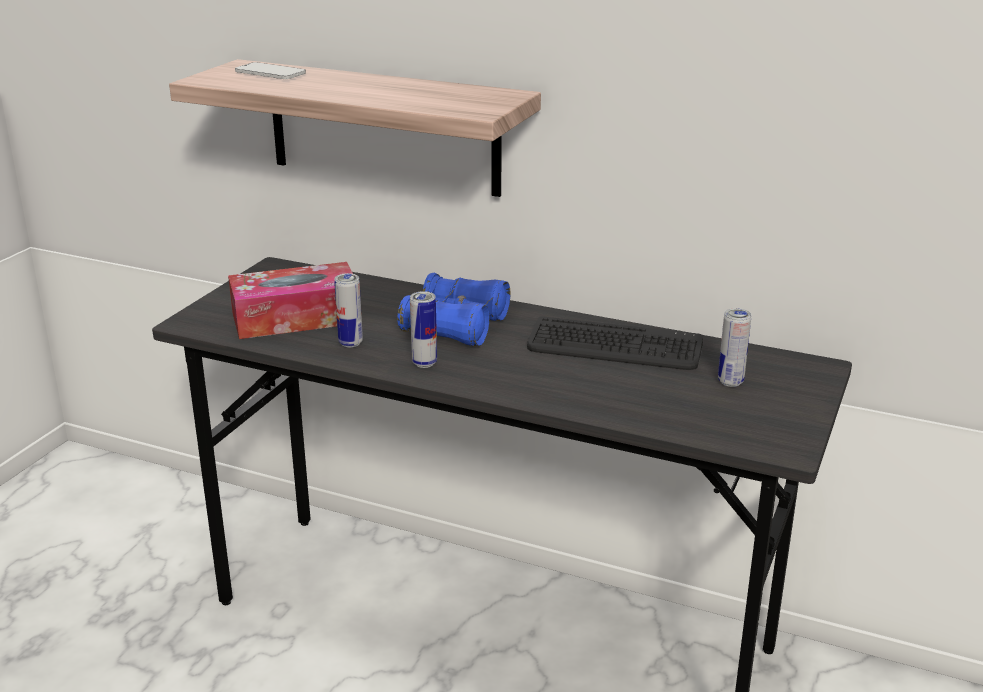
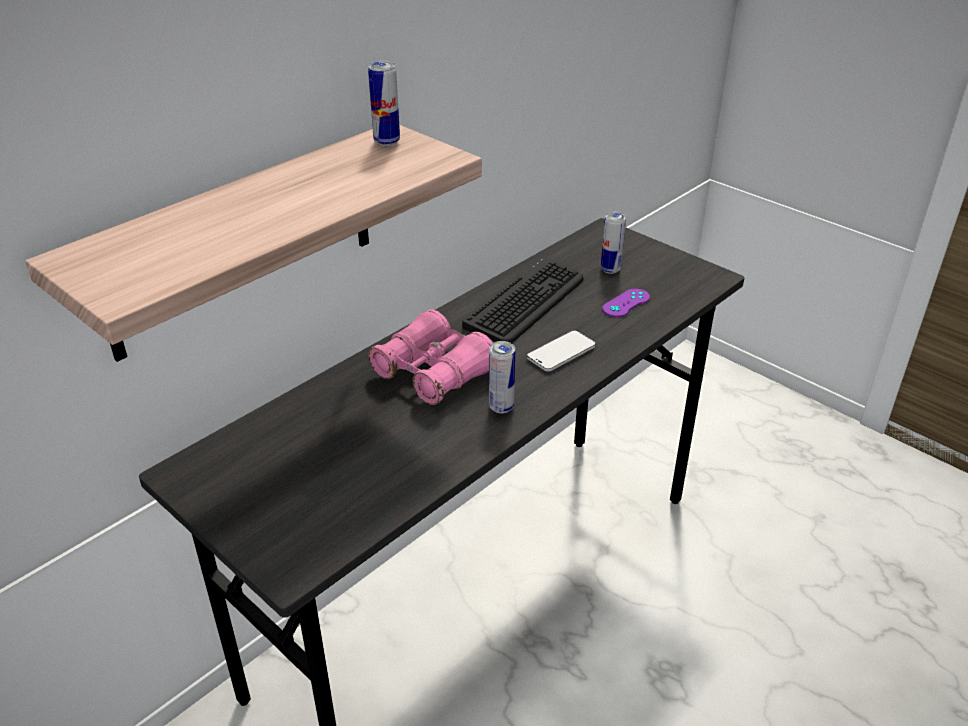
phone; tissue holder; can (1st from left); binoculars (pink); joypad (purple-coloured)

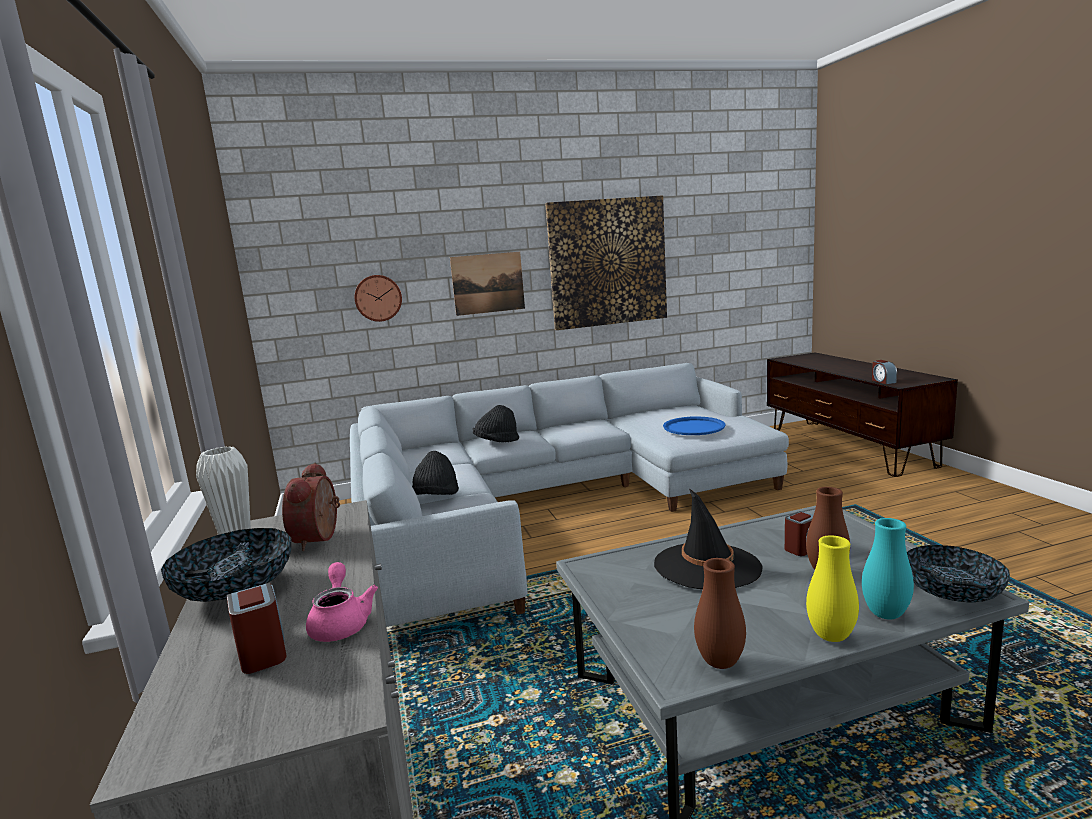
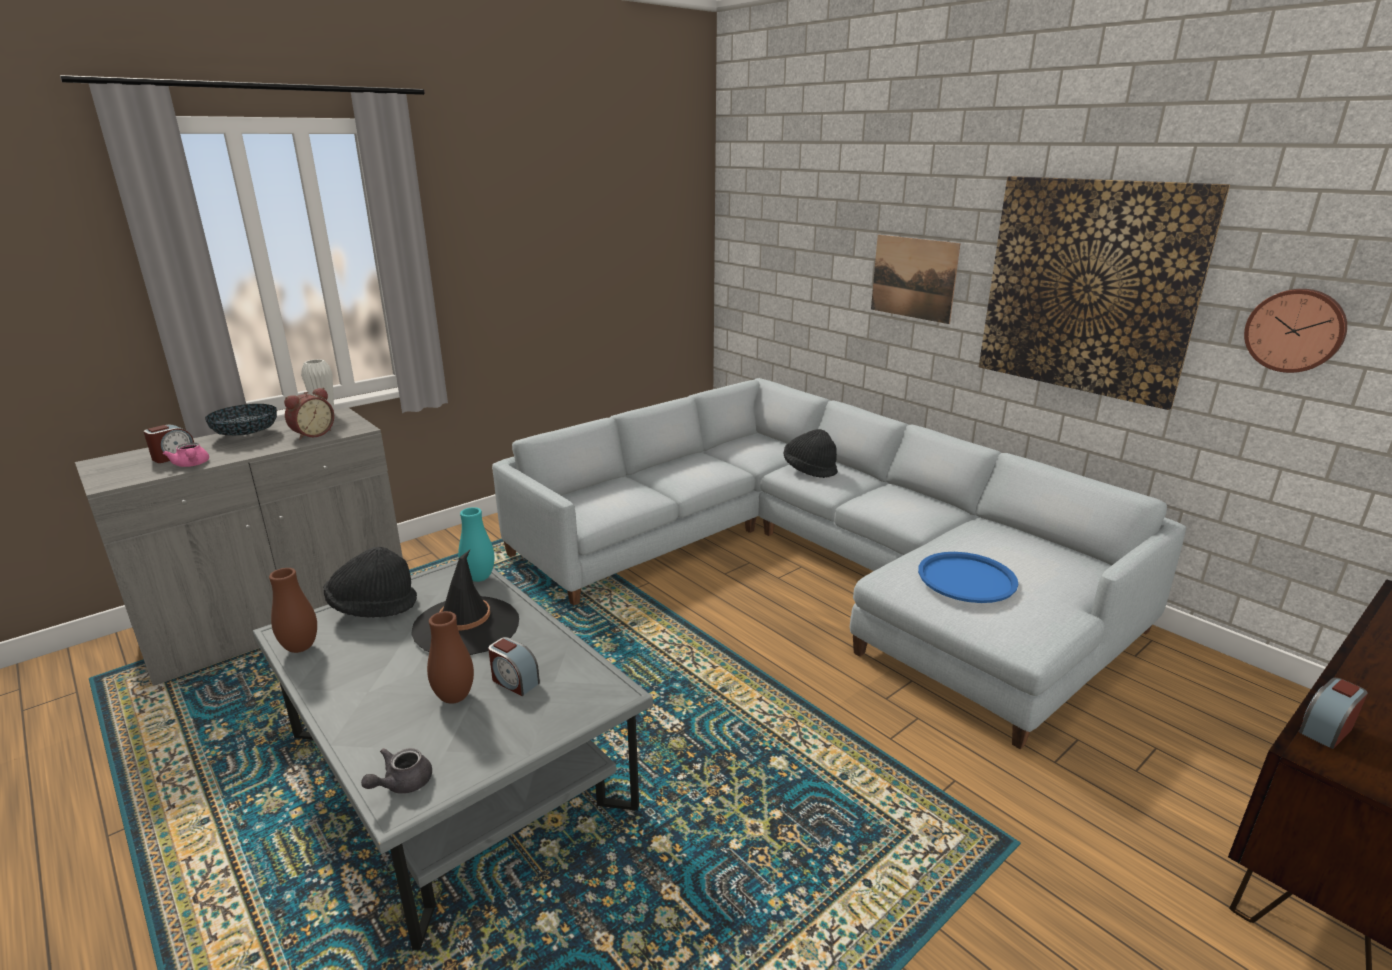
wall clock; clothing hat (blackish) (1st from left); bedside clock (2nd from left); flower vase (turquoise-coloured); flower vase (yellow-coloured); pot for tea (gray); pot for tea (pink)

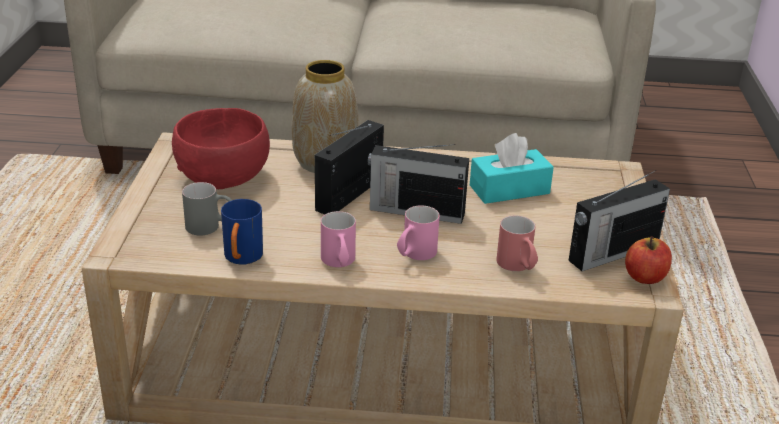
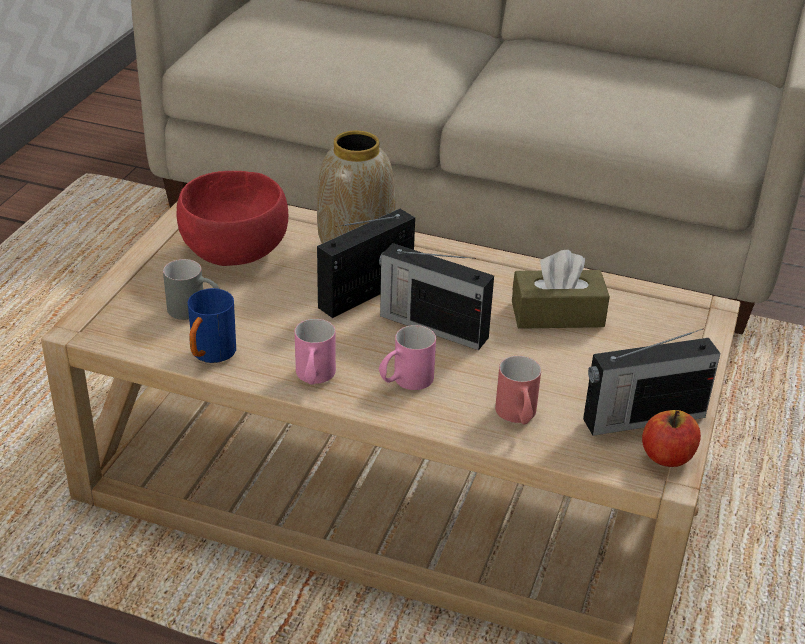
tissue holder (brownish)

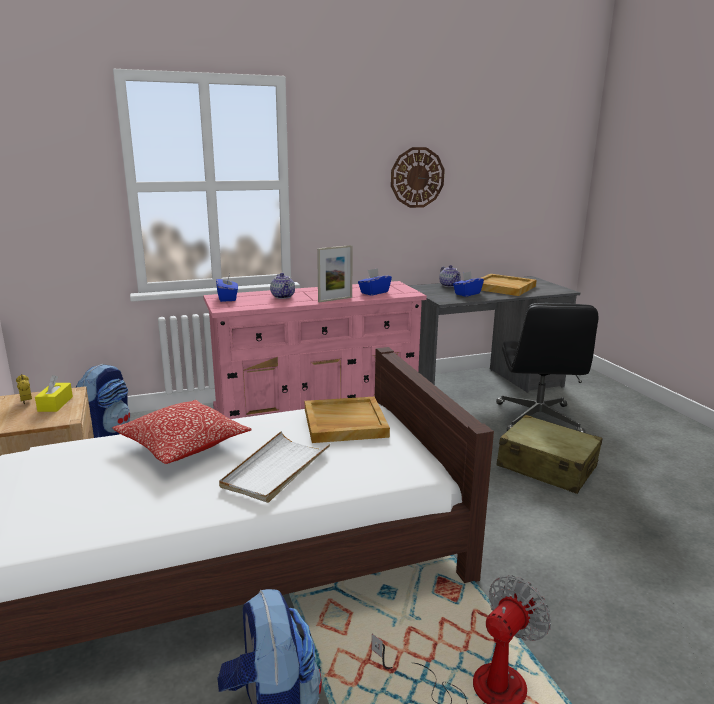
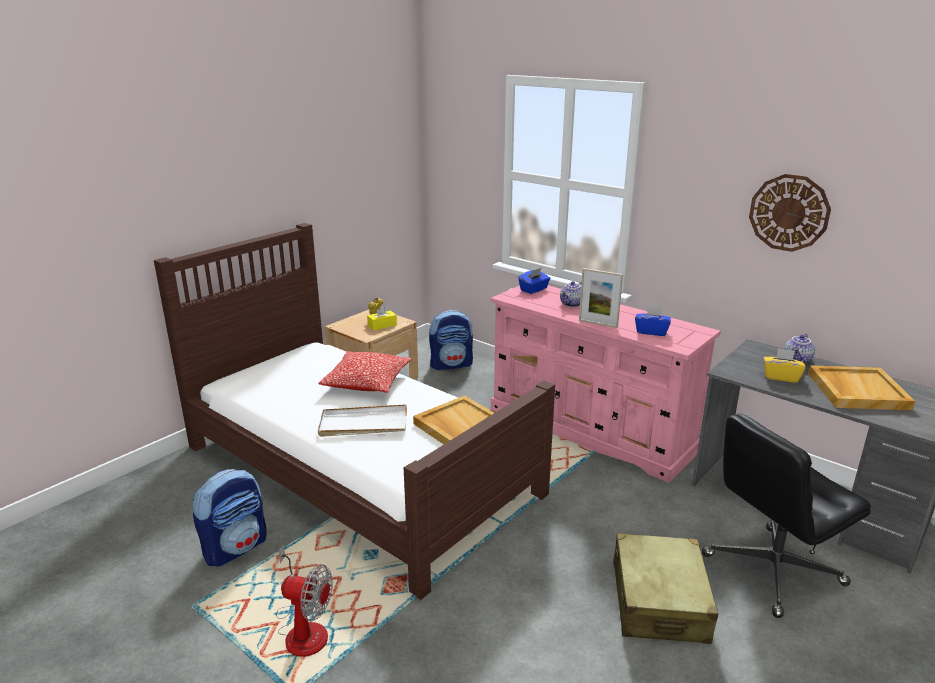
tissue holder (yellow-coloured) (2nd from left)

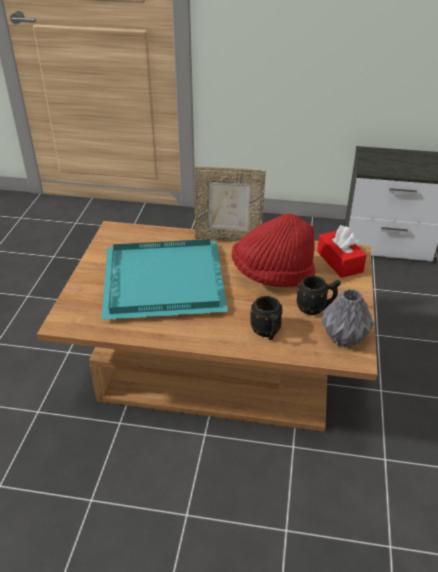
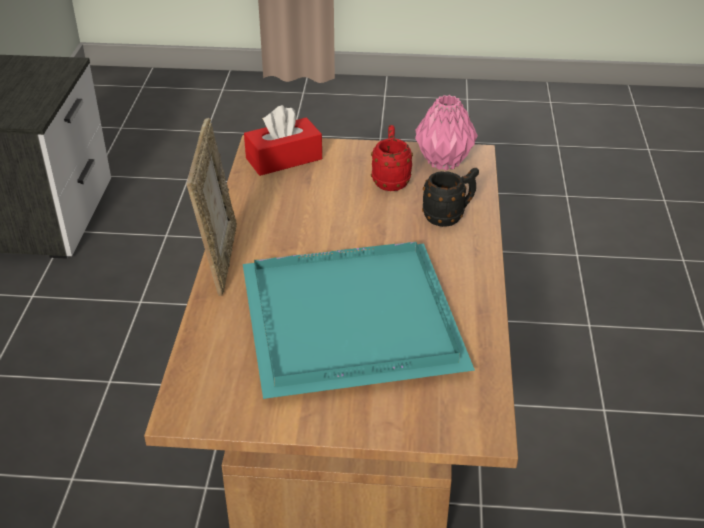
clothing hat (reddish); tea mug (reddish); flower vase (pink)

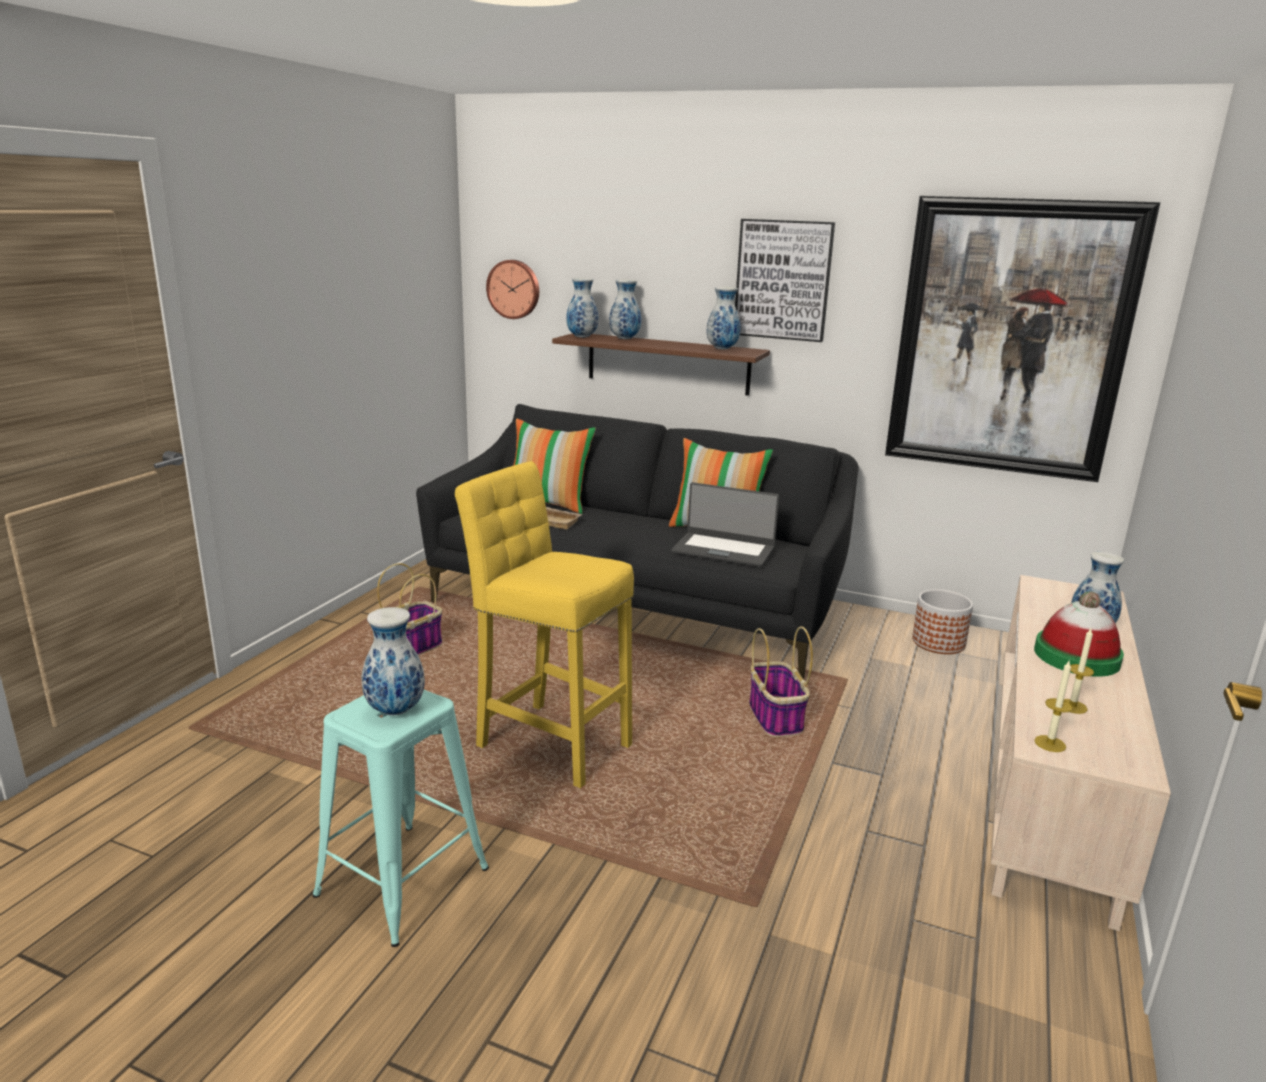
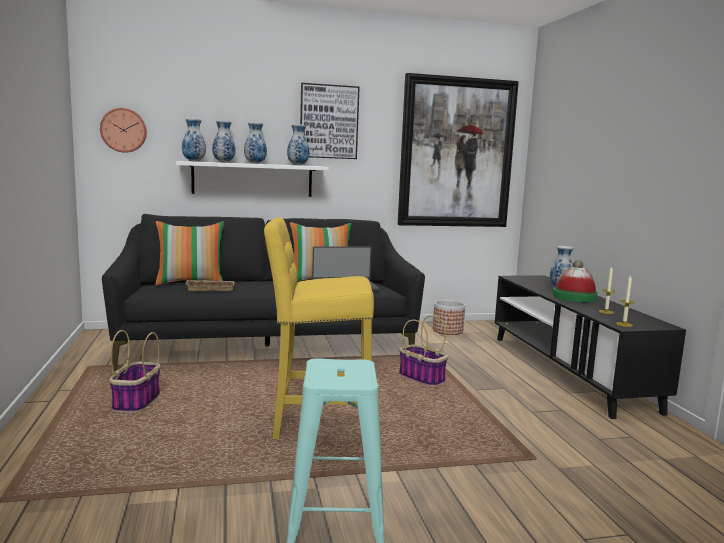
wall shelf (white); tv stand (blackish); flower vase (3rd from left)

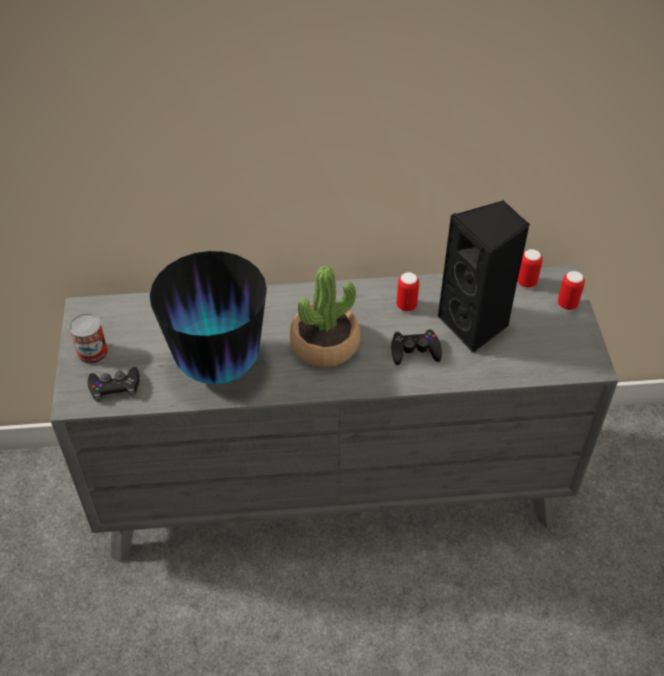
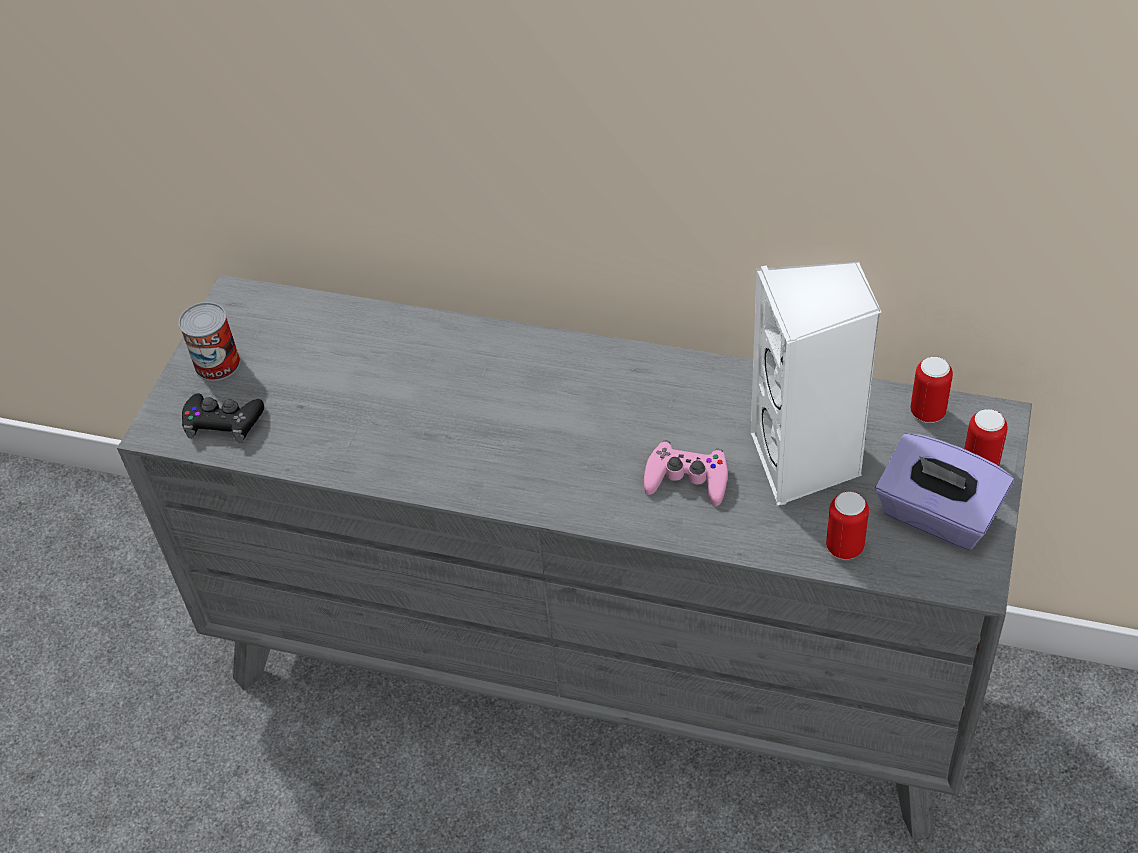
loudspeaker (white); flower vase; houseplant; can (2nd from left); joypad (pink); tissue holder (purple-coloured)

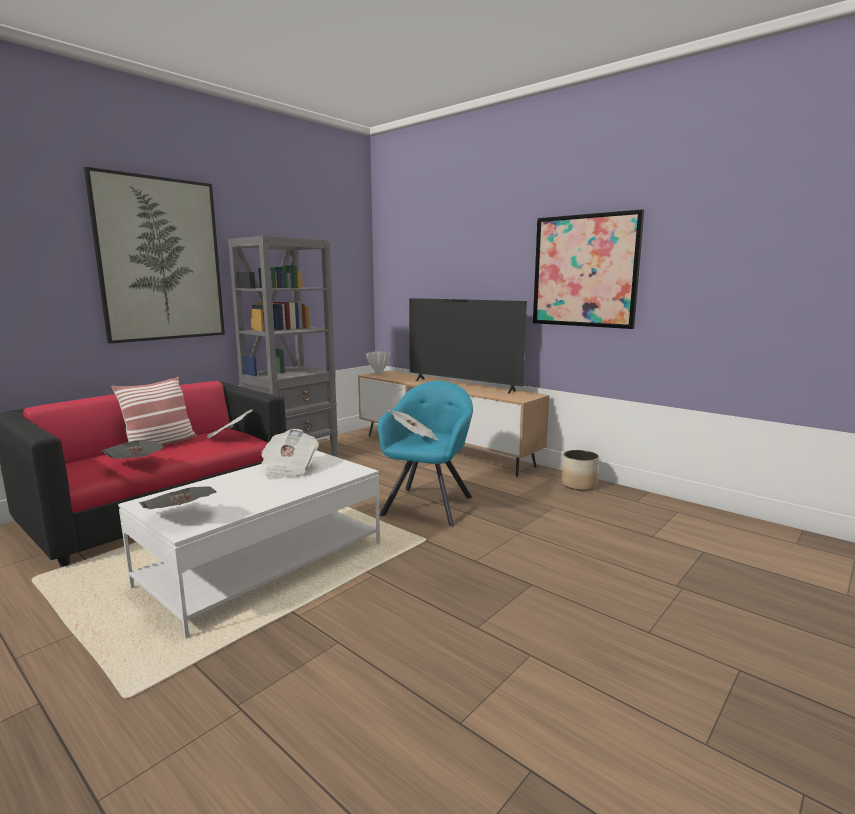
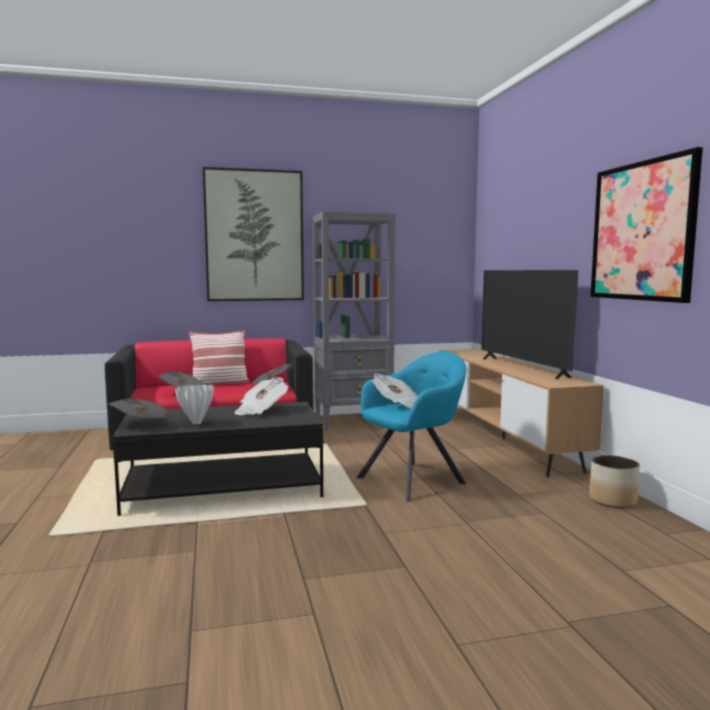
flower vase (white); low table (blackish)

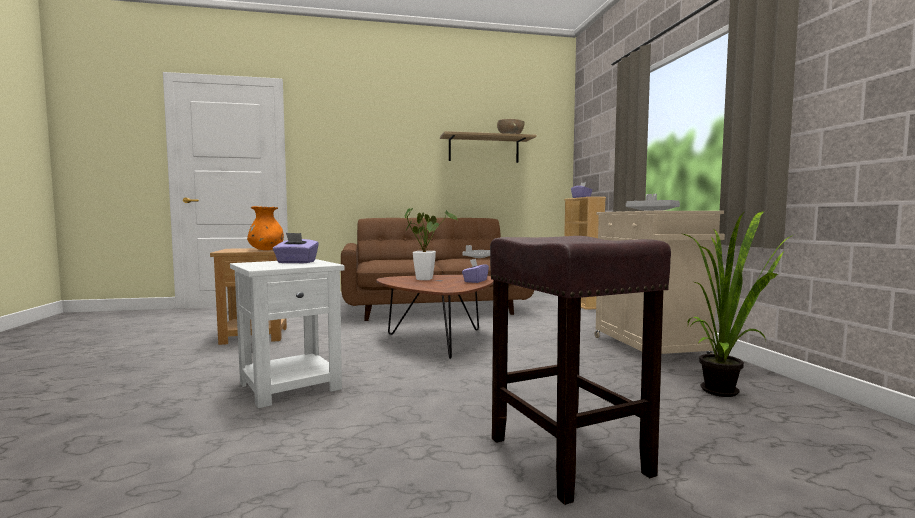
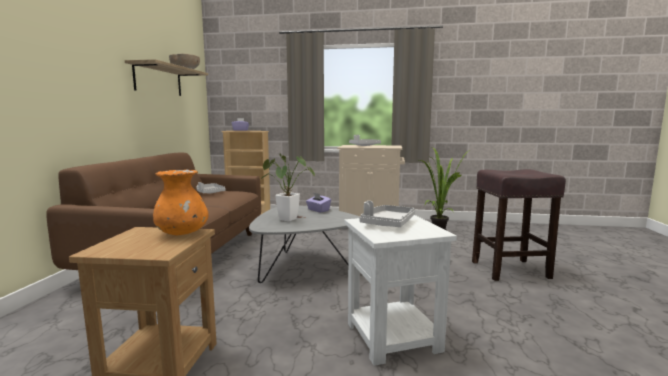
tray (gray) (3rd from left); low table (gray)

